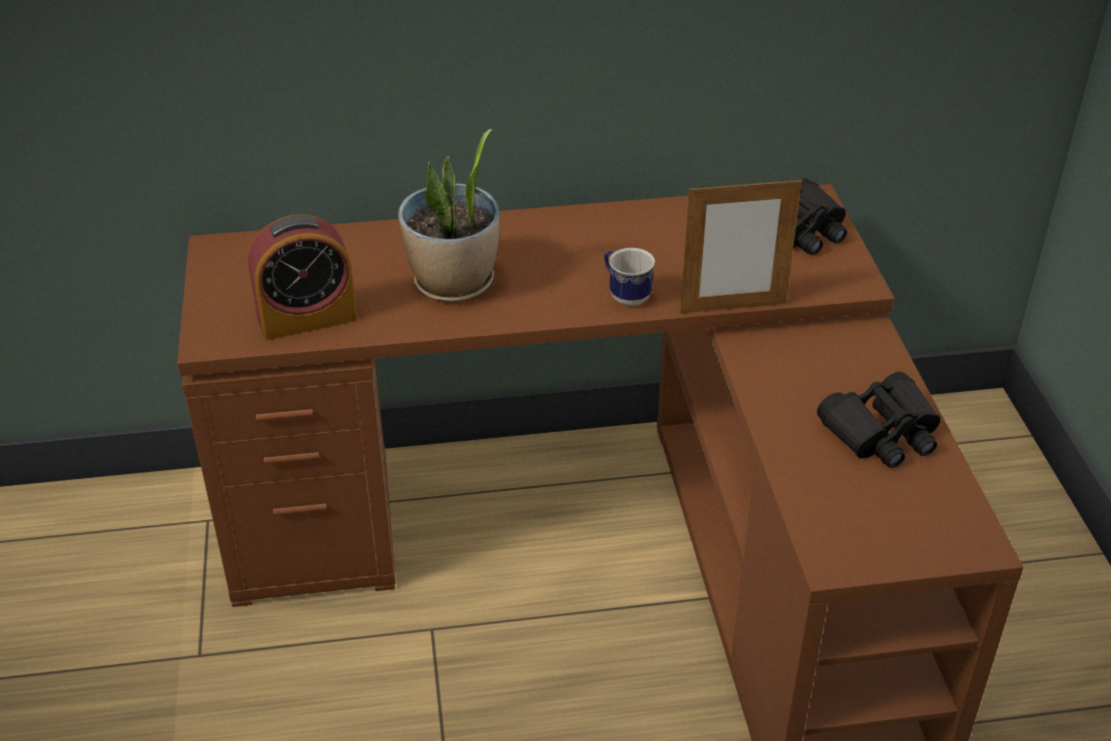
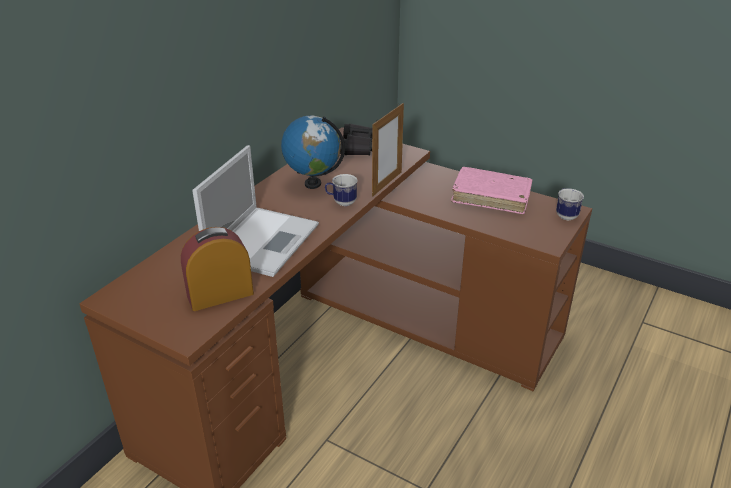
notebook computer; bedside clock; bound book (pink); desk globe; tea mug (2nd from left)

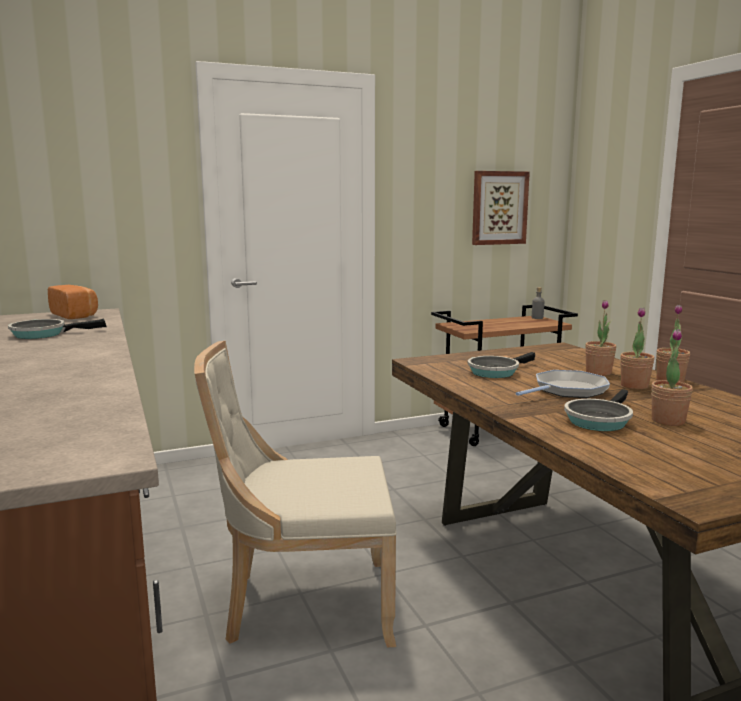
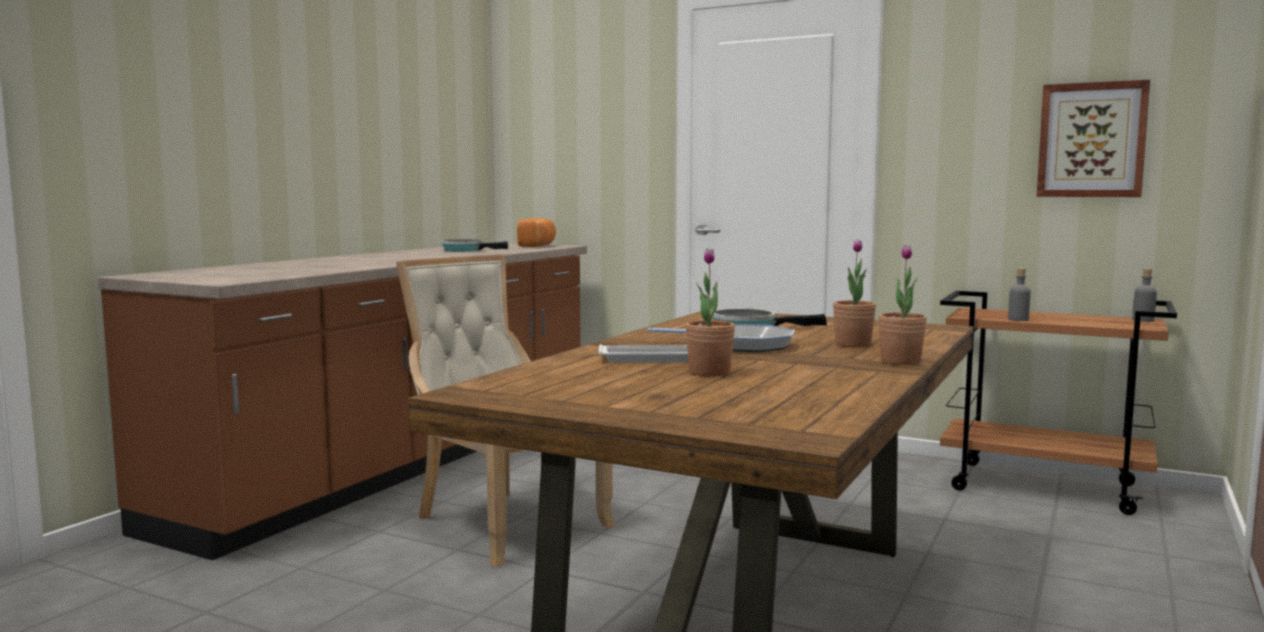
houseplant (2nd from left in the first image); tray (white); beverage bottle (gray) (1st from left)

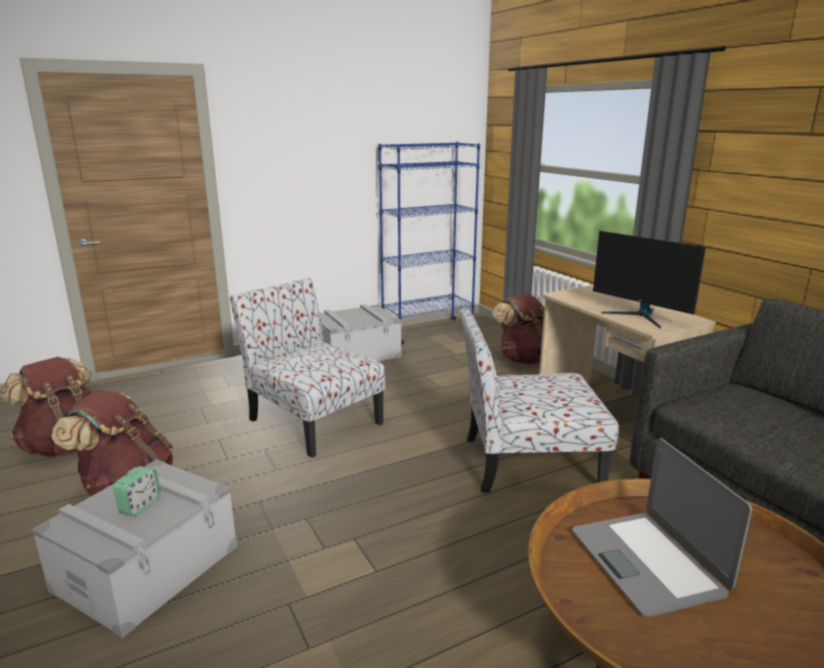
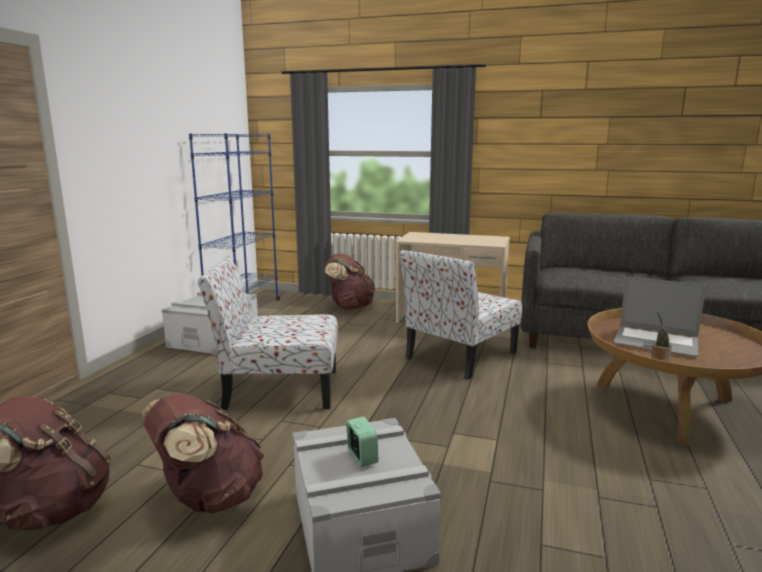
monitor; houseplant

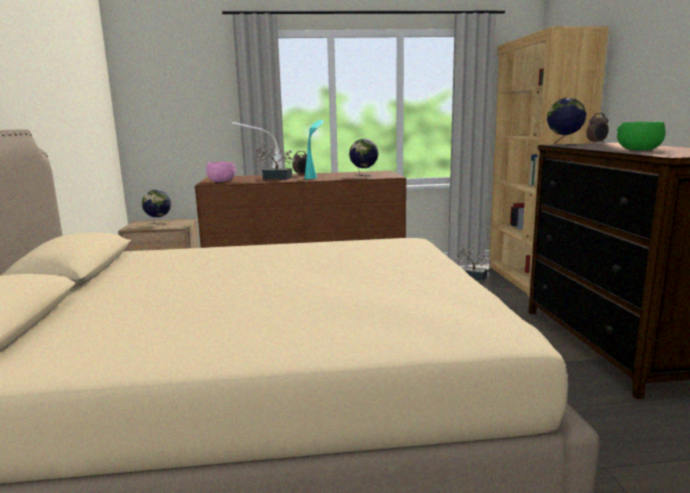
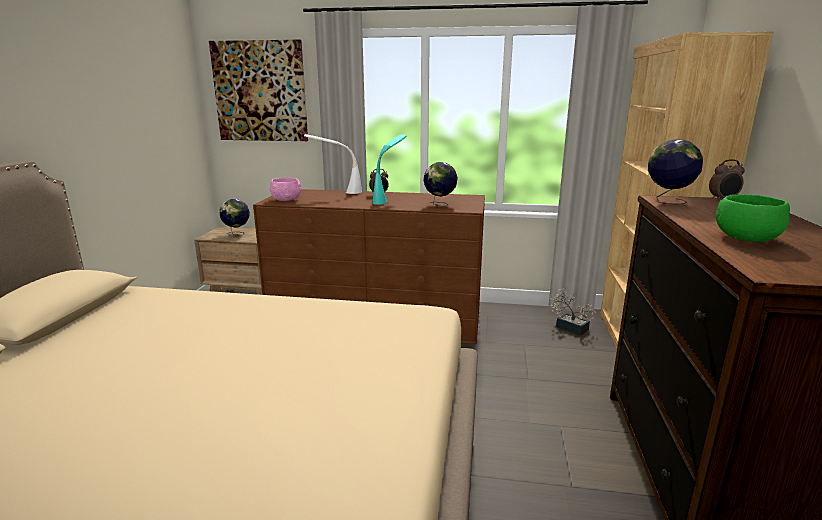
houseplant (1st from left in the first image); wall art

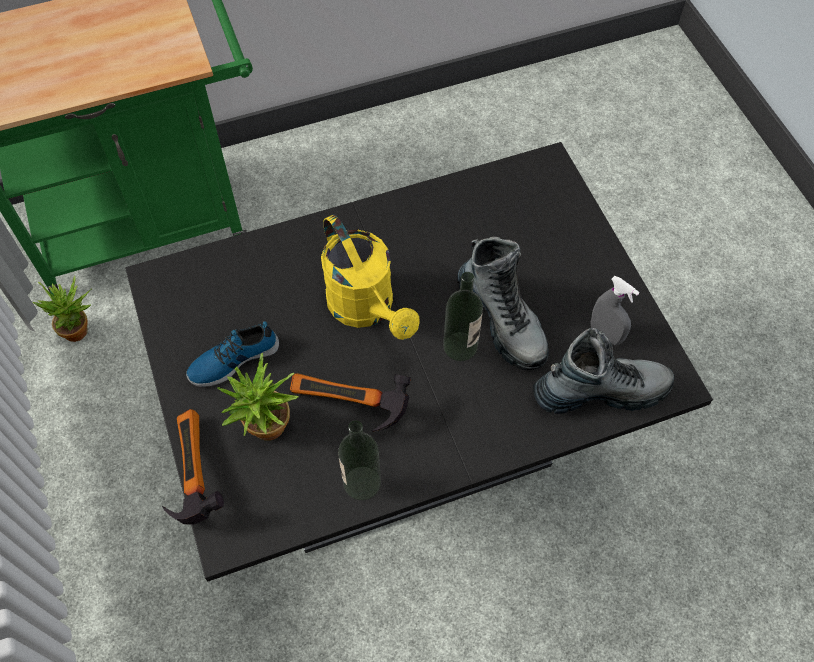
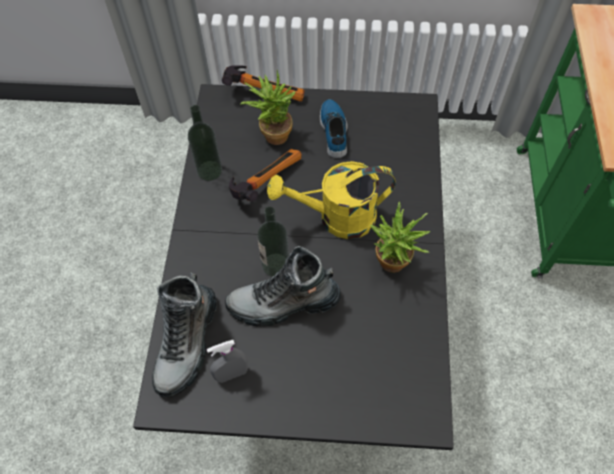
houseplant (2nd from left)

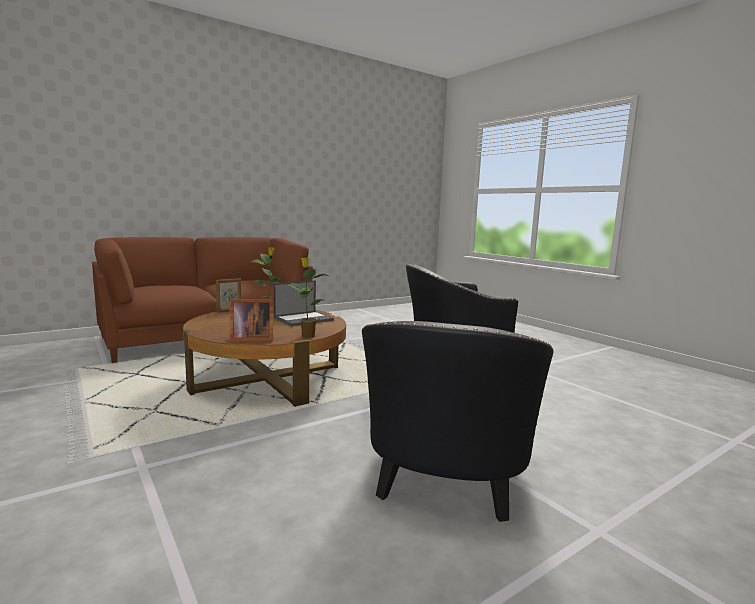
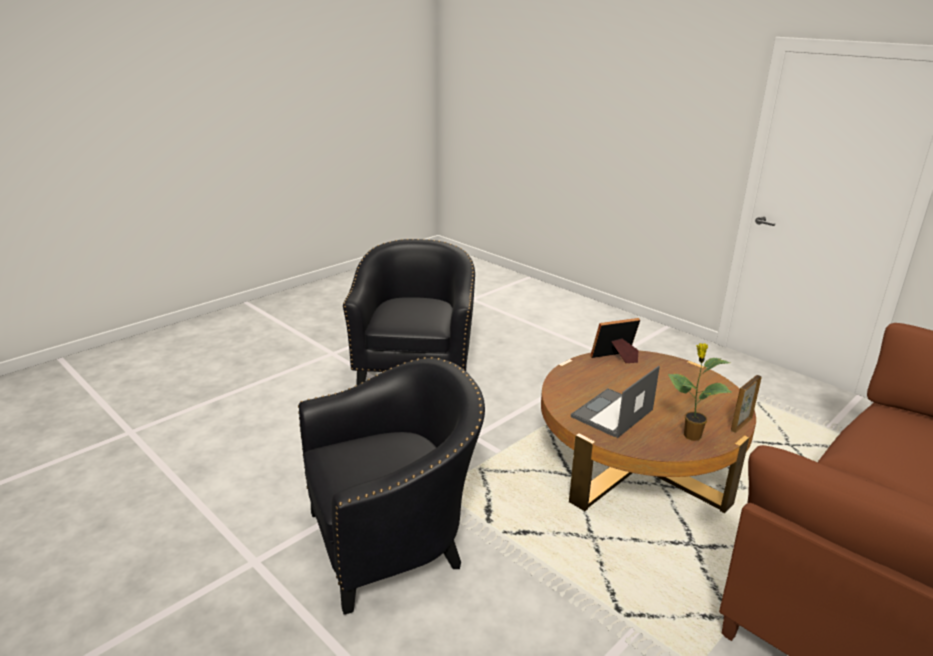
houseplant (2nd from left in the first image)

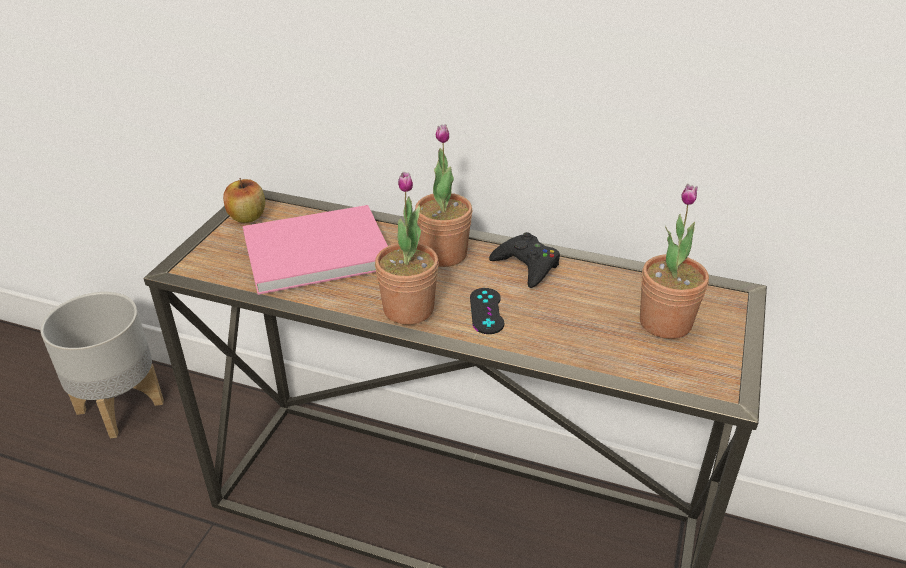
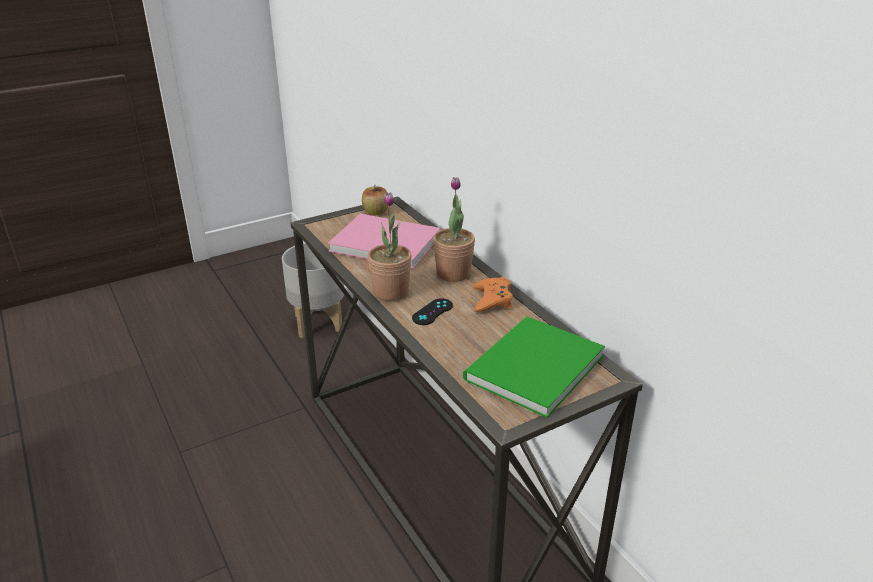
bound book (greenish); joypad (orange)

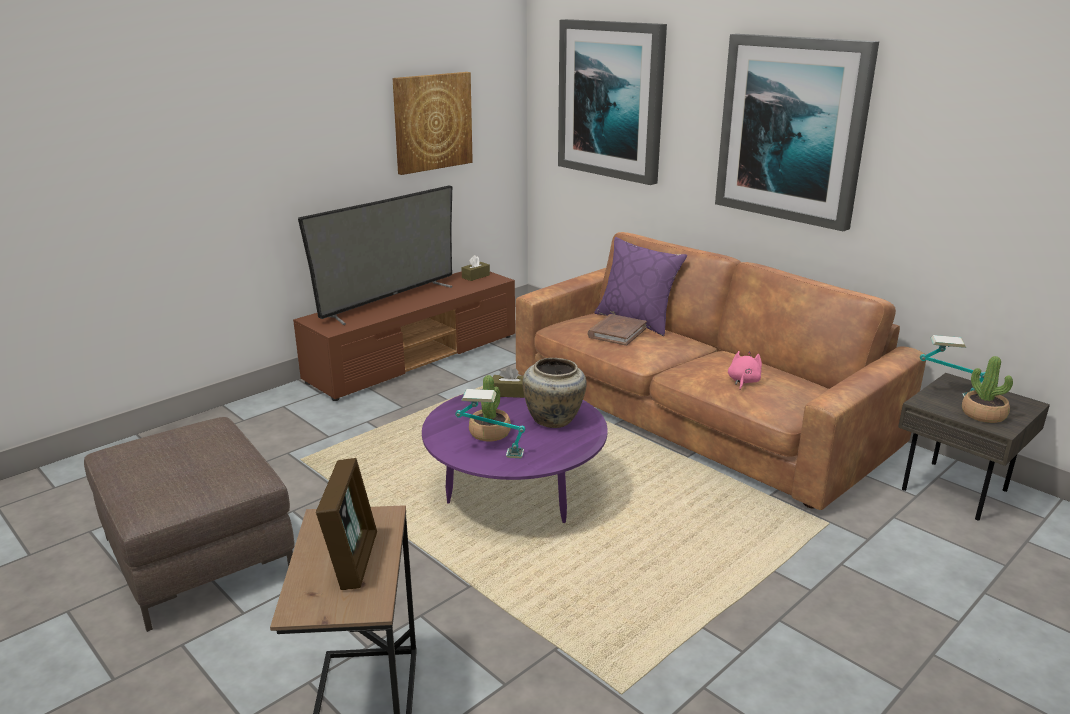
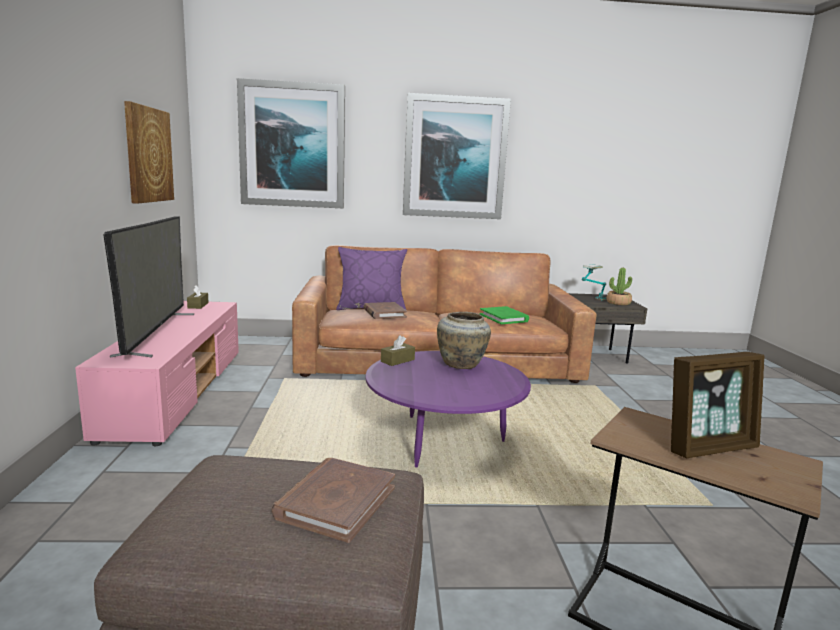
tv stand (pink); bound book (greenish); houseplant (1st from left in the first image); tabletop lamp (1st from left in the first image); standing frame; bound book (brownish) (1st from left)

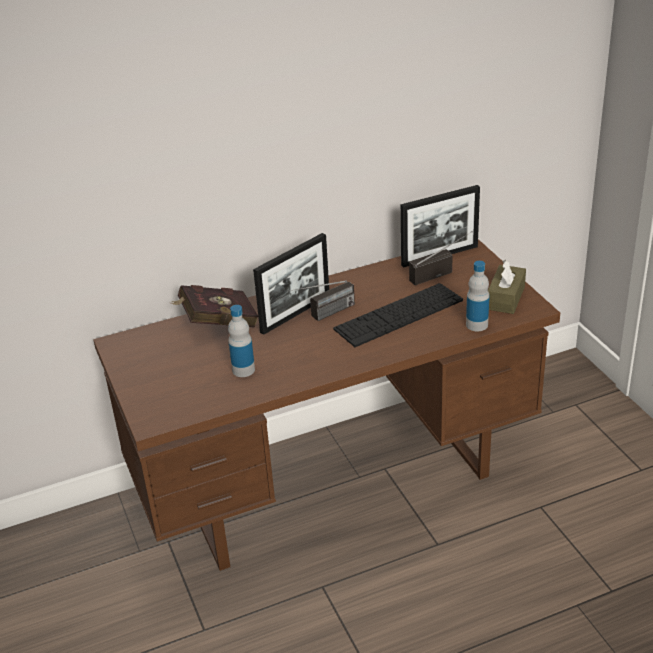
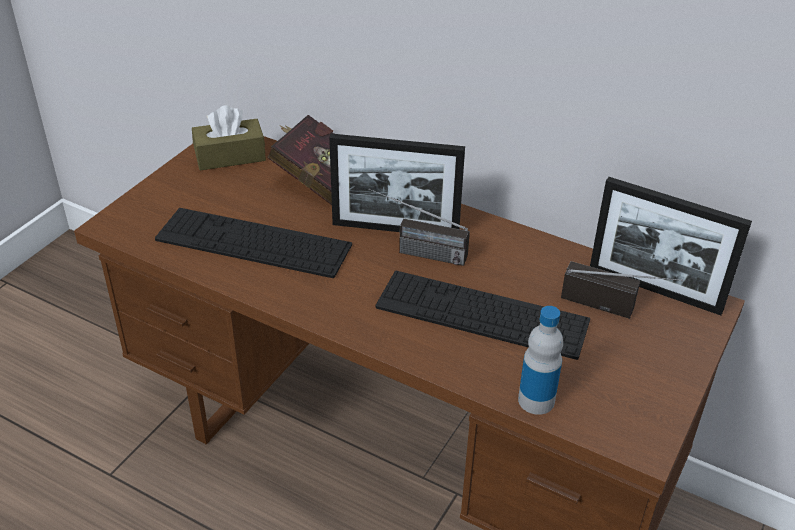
tissue holder (brownish); computer keyboard (1st from left)

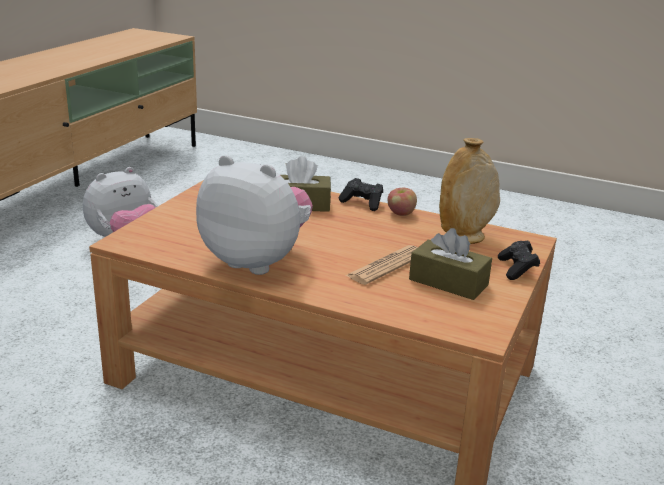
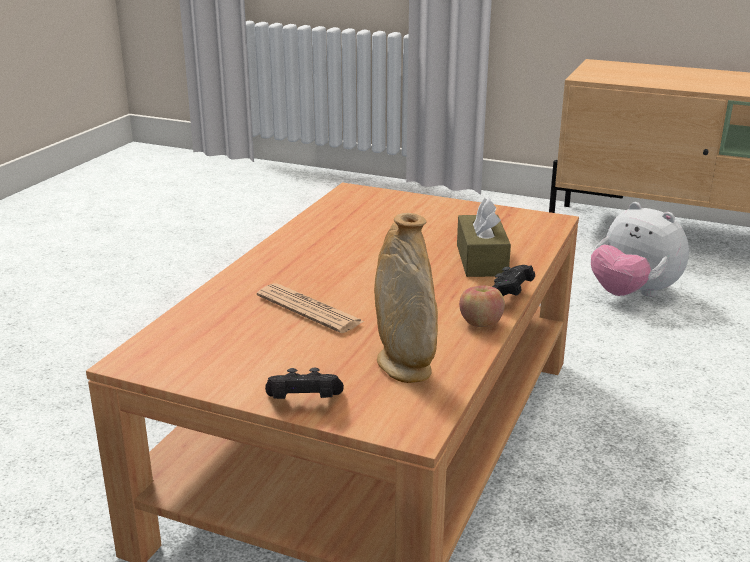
soft toy (2nd from left in the first image); tissue holder (brownish) (2nd from left in the first image)

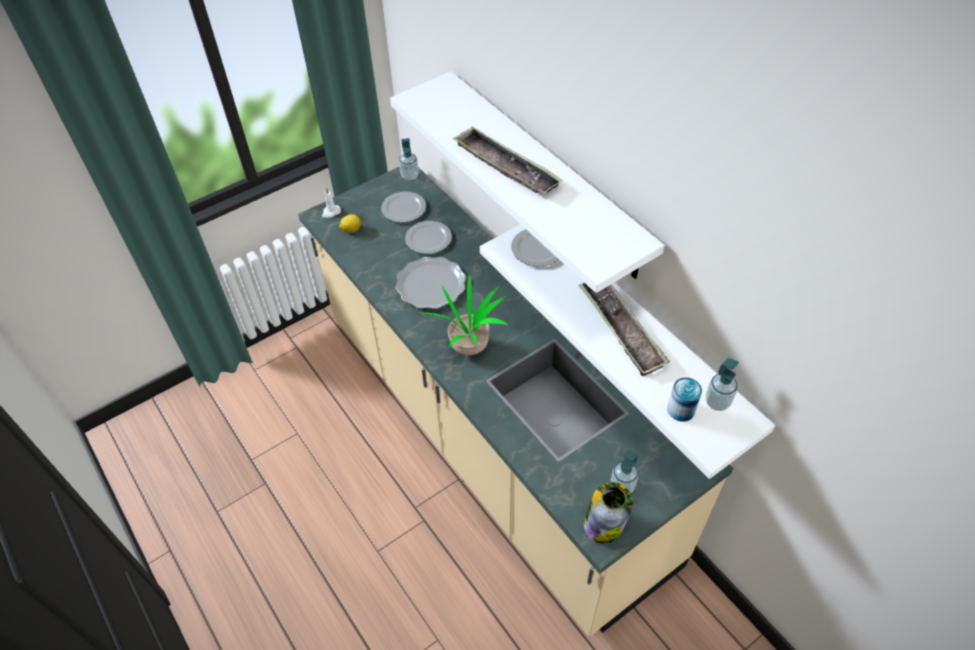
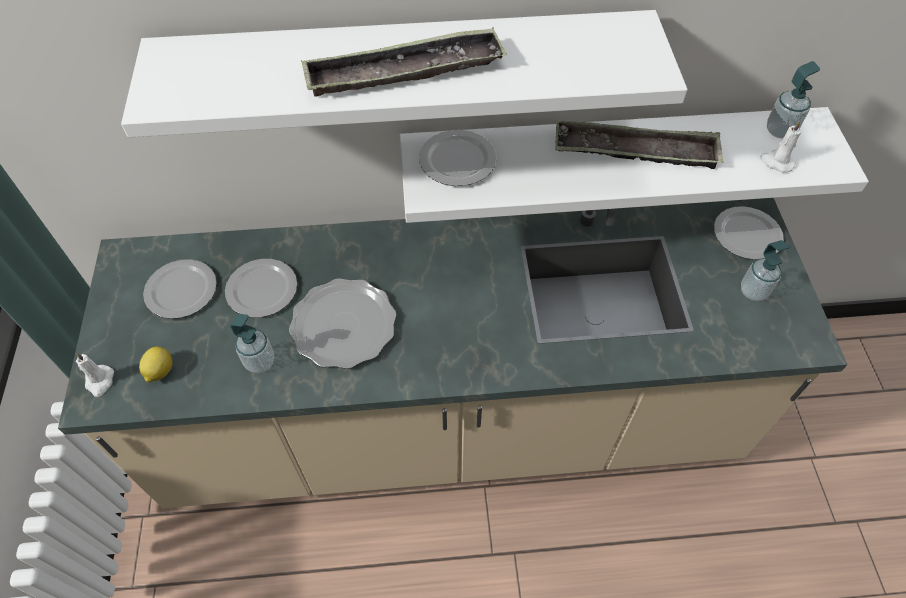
soap bottle (1st from left); houseplant; wax candle (white) (2nd from left); preserve jar; dinner plate (5th from left)

